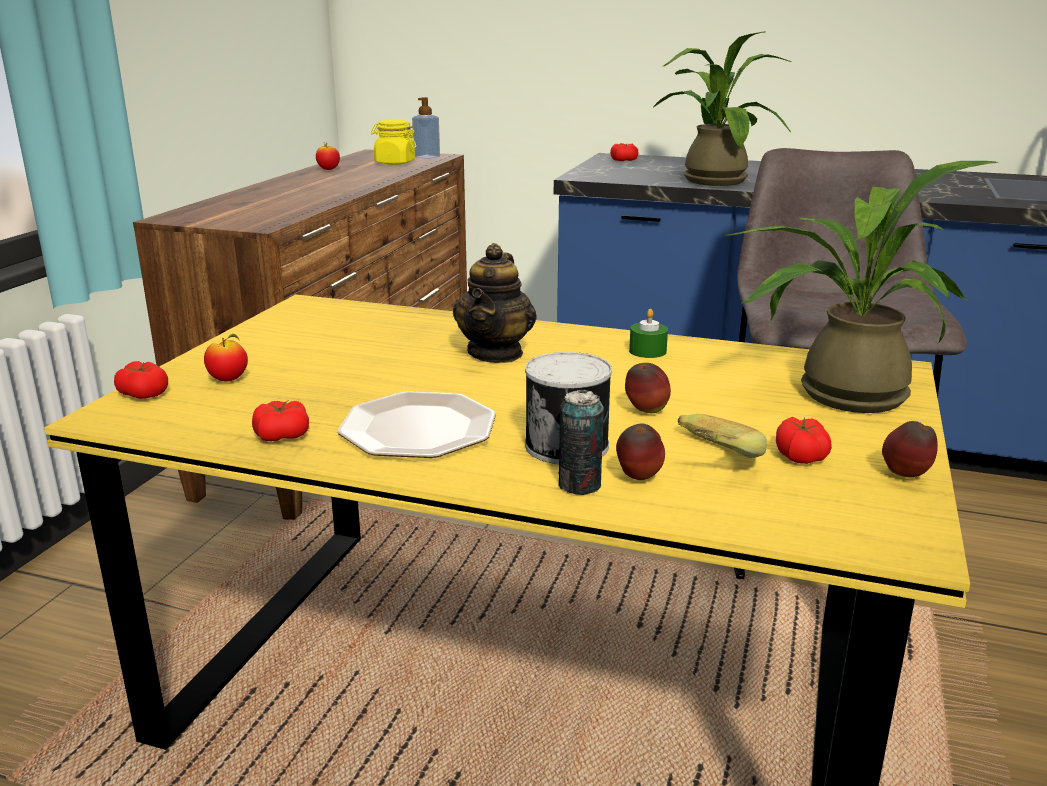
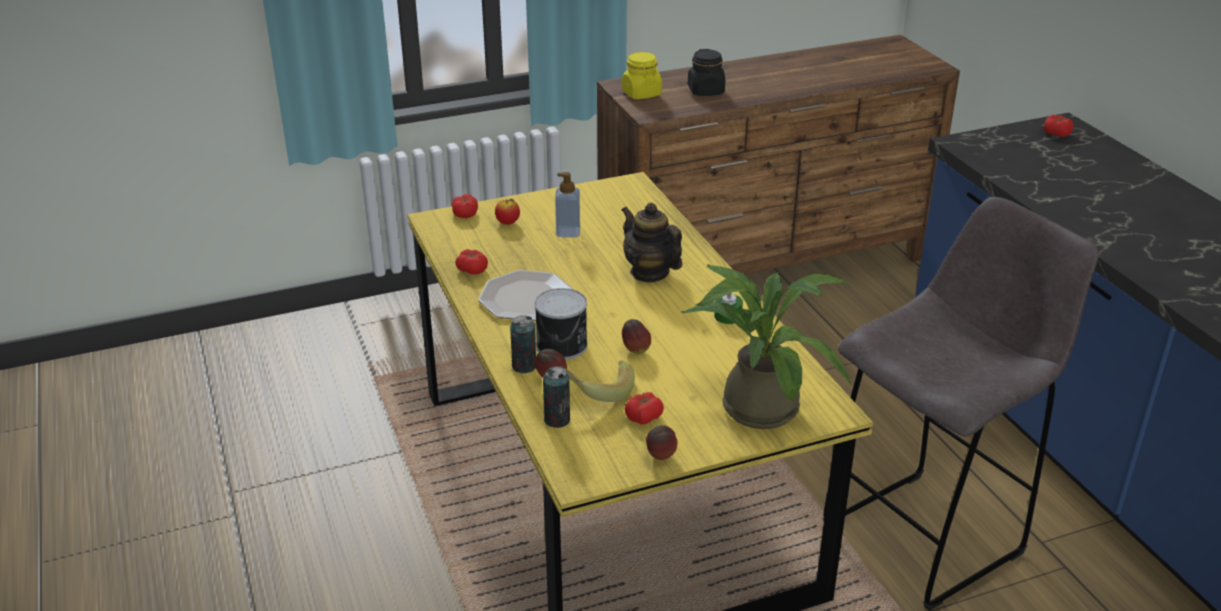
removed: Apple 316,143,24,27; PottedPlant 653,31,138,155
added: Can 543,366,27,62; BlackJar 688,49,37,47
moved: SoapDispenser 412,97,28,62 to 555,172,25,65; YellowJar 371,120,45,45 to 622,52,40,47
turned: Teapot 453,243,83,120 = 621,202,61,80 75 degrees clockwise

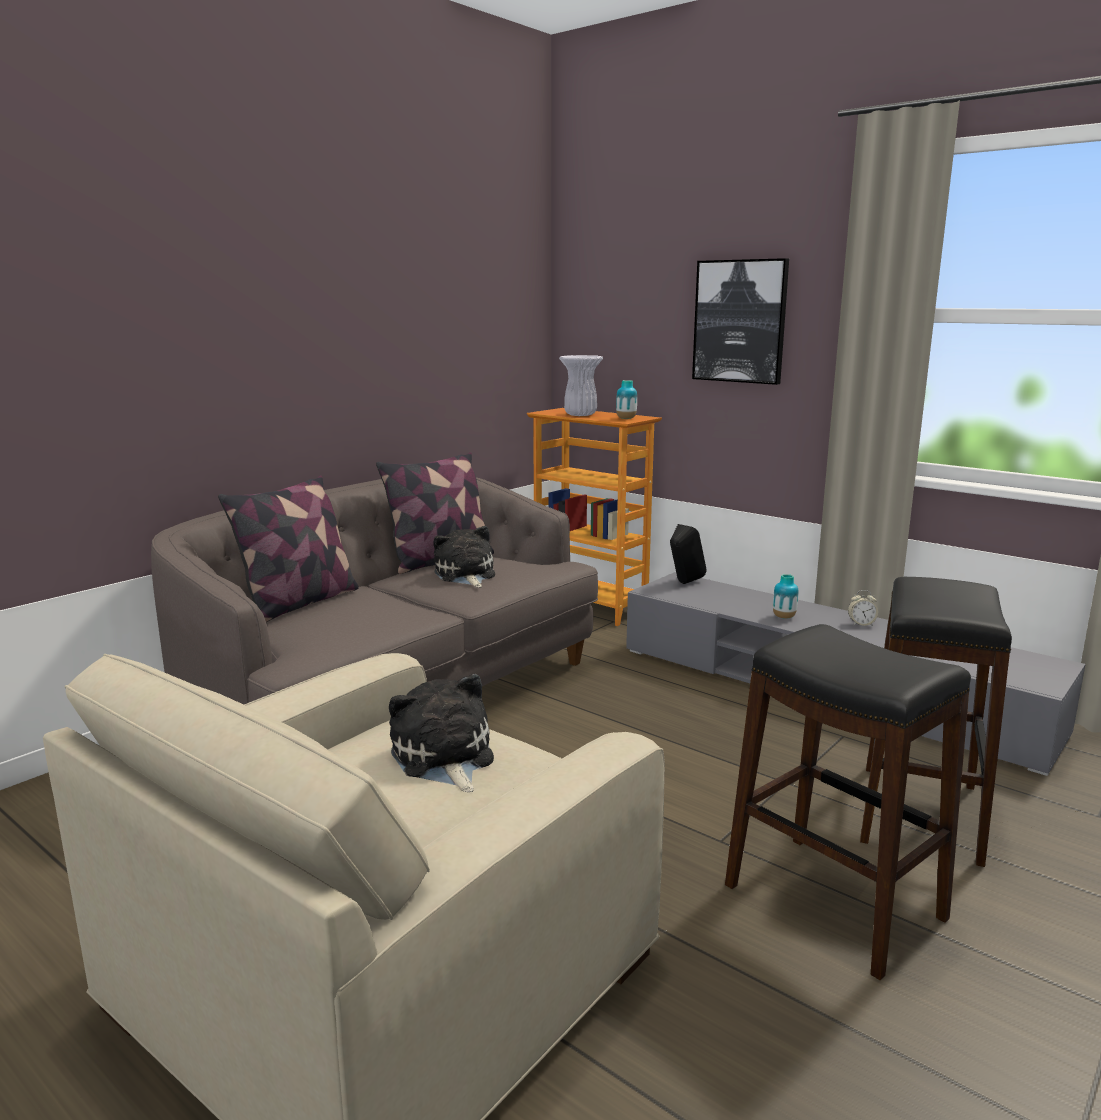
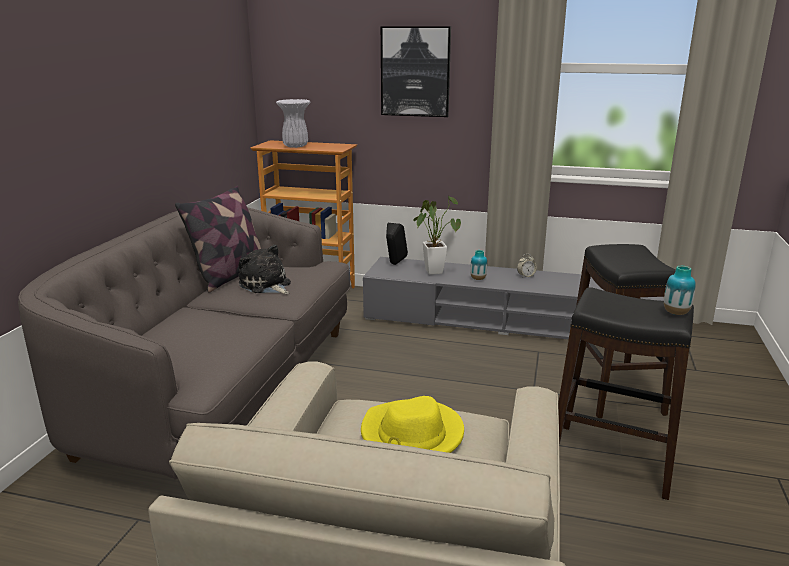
removed: Pillow 218,475,141,147
added: PottedPlant 413,196,48,79
moved: Vase 616,380,21,39 to 664,266,32,49
replaced: PlushToy 389,674,105,118 to YellowHat 361,396,103,57

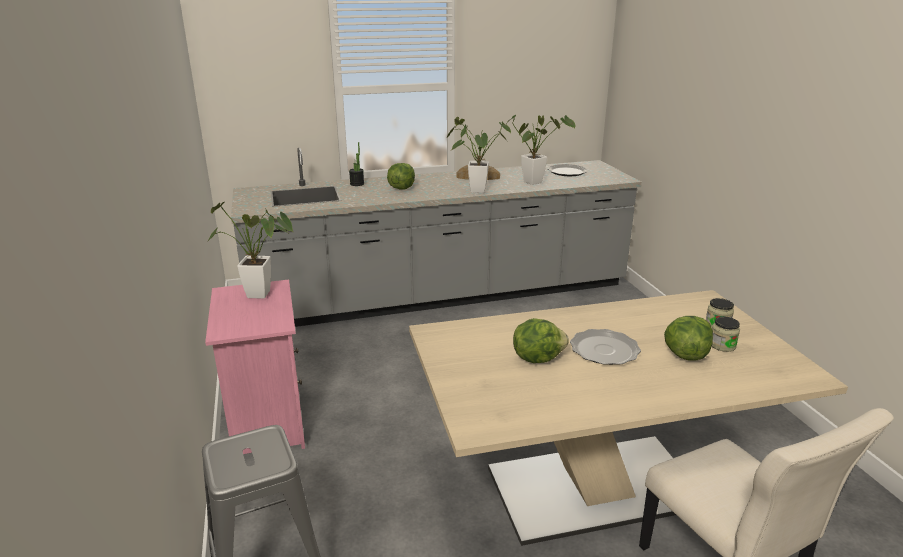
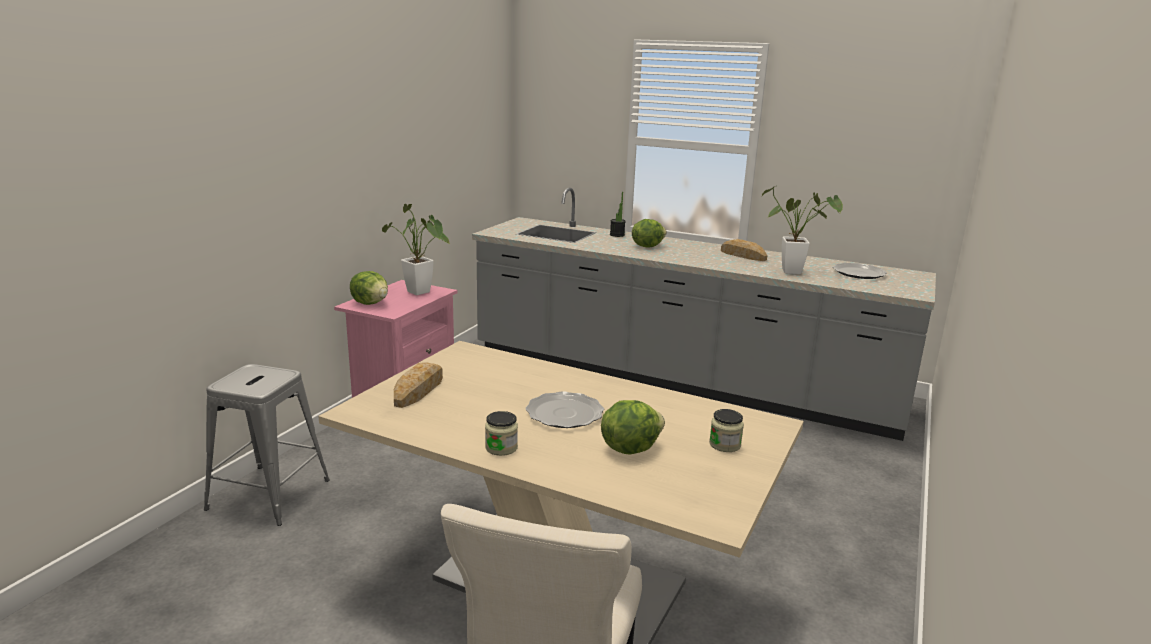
removed: PottedPlant 446,117,65,76
added: Bread 394,363,49,45
moved: Lettuce 513,318,56,45 to 350,271,38,34; Jar 712,316,28,36 to 485,411,33,45

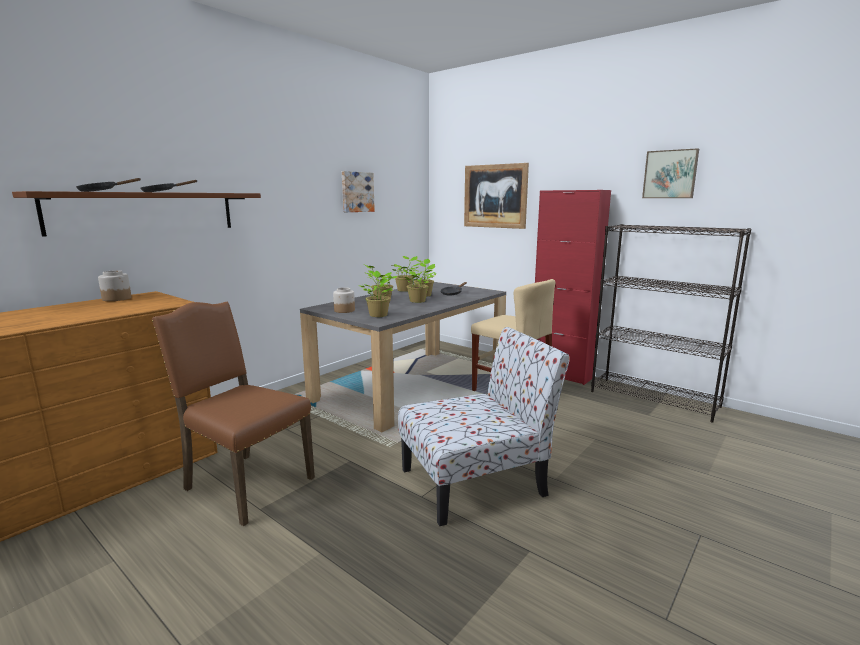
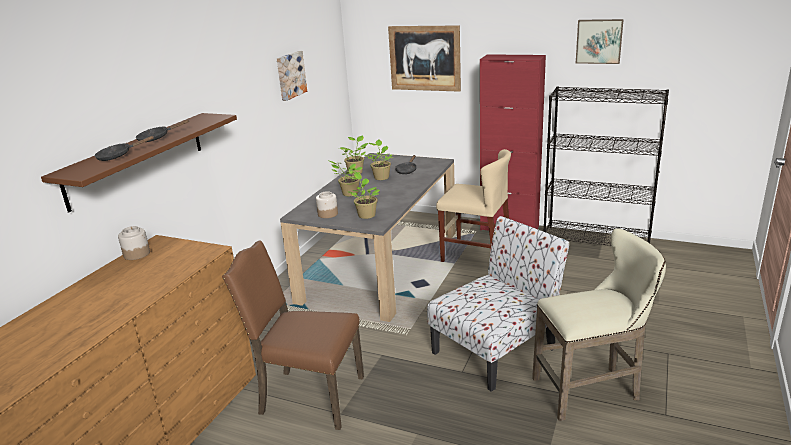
removed: PottedPlant 405,263,30,40
added: BeigeStool 532,228,134,193

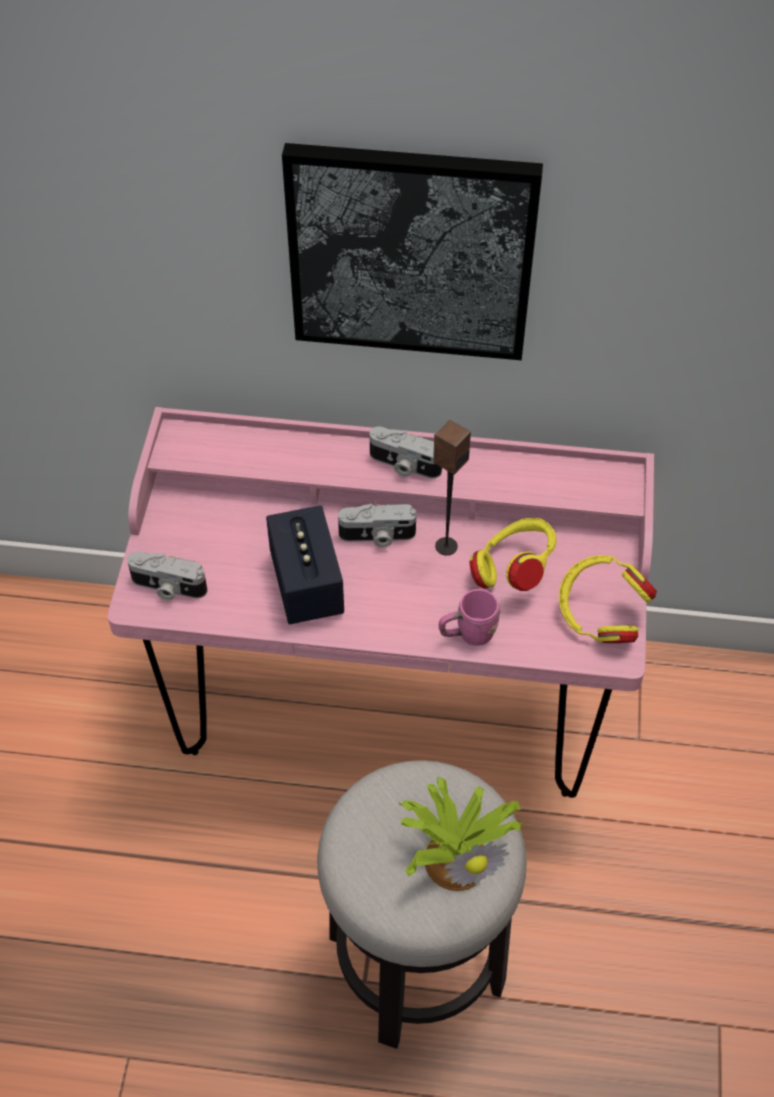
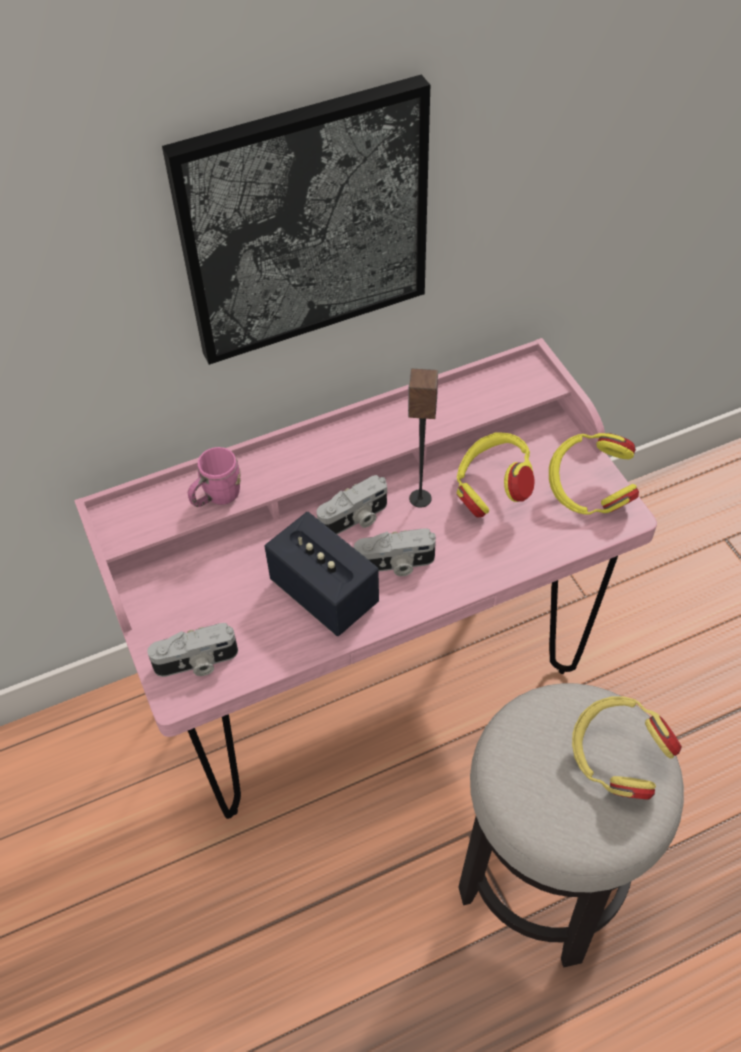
moved: PinkMug 439,589,61,57 to 188,447,53,60; PhotoCamera 369,427,73,51 to 354,528,82,48
replaced: PottedPlant 399,776,126,115 to YellowHeadphones 572,696,110,104

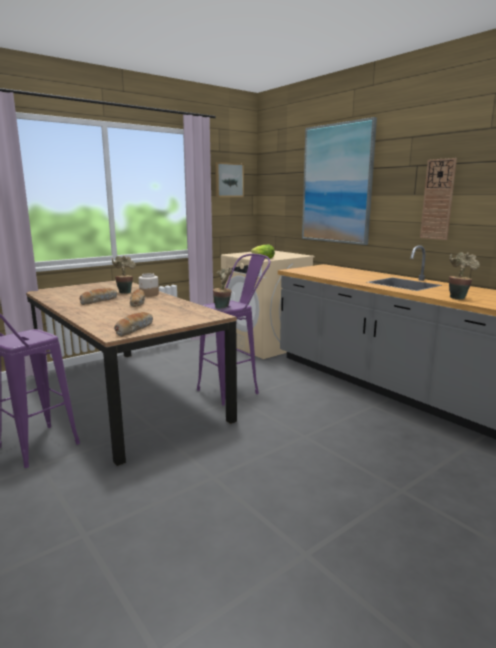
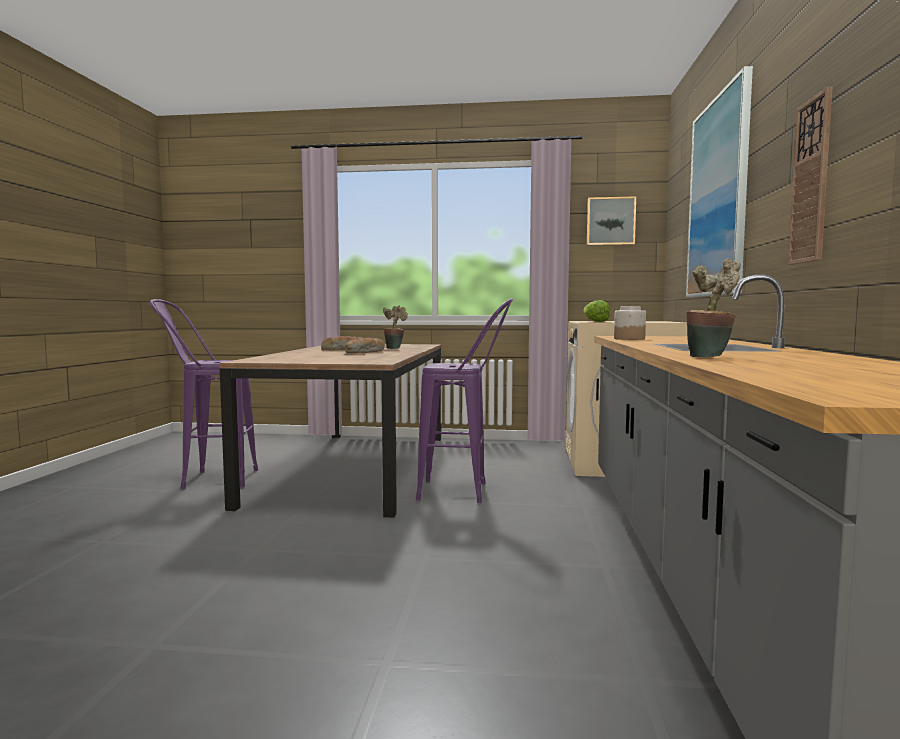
removed: Bread 114,312,39,25; PottedPlant 213,268,19,41
moved: Jar 139,273,20,24 to 614,306,32,34

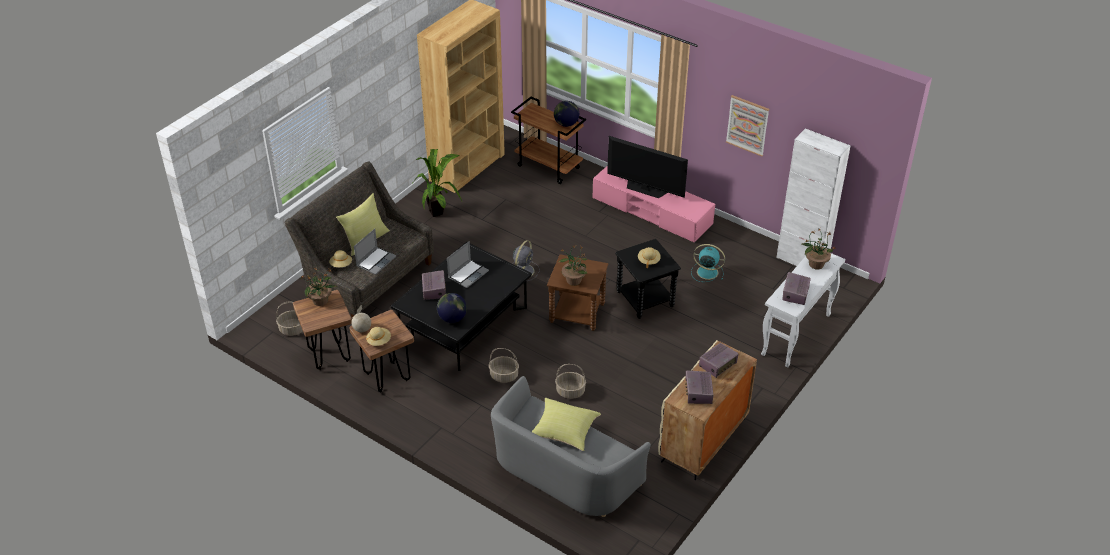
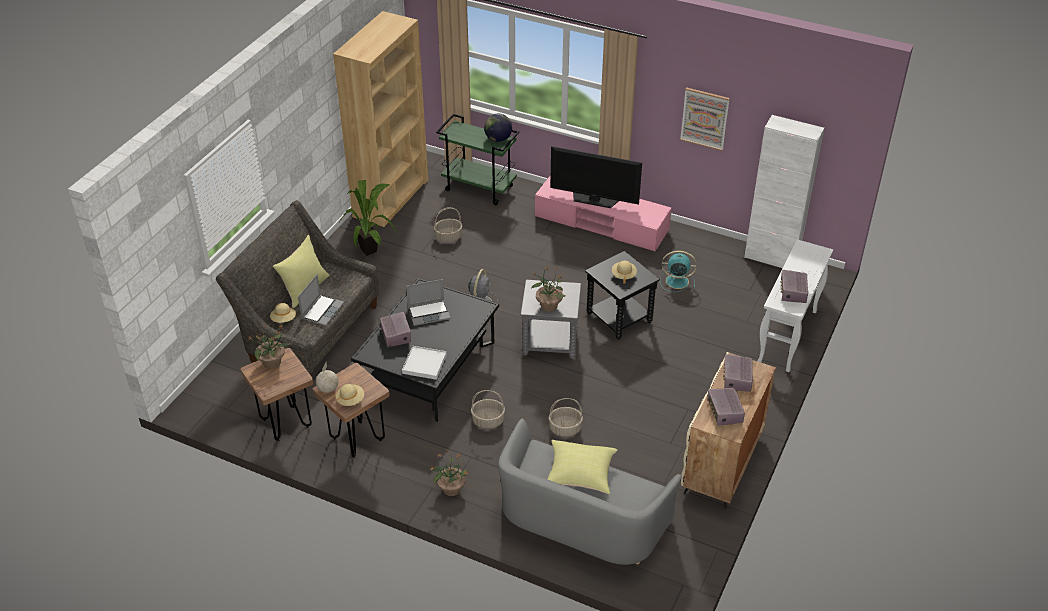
moved: PottedPlant 802,228,34,42 to 430,450,39,46; Basket 276,301,27,35 to 434,207,28,36
replaced: Globe 437,293,30,30 to WhiteTray 402,346,45,34
recoloured: BrownCart 511,97,75,87 to GreenCart 436,114,83,91; BrownSideTable 547,254,61,77 to GreySideTable 521,280,60,79
turned: Laptop 447,241,42,47 = 406,279,45,47 45 degrees clockwise; Radio 699,343,40,35 = 723,354,30,38 150 degrees clockwise

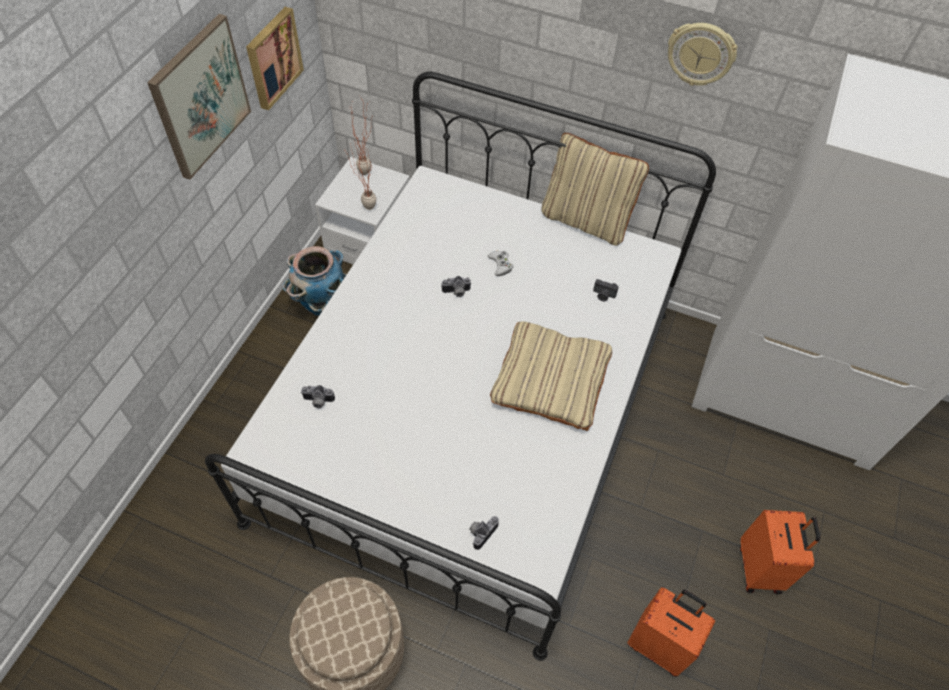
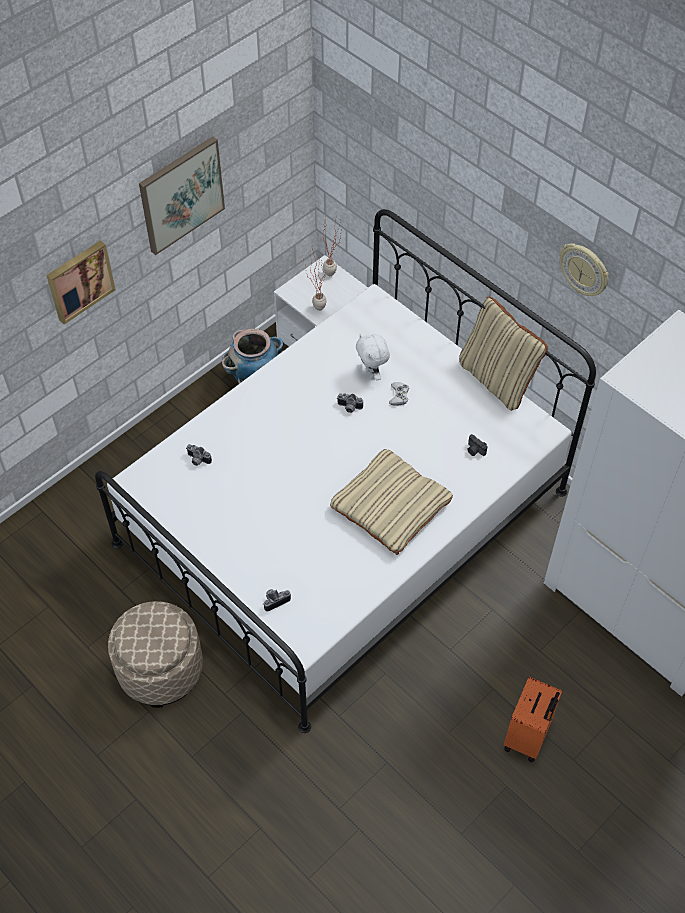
removed: OrangeSuitcase 627,587,88,90
added: WhitePlushToy 356,334,34,46
moved: Picture 246,7,58,103 to 46,240,70,84

